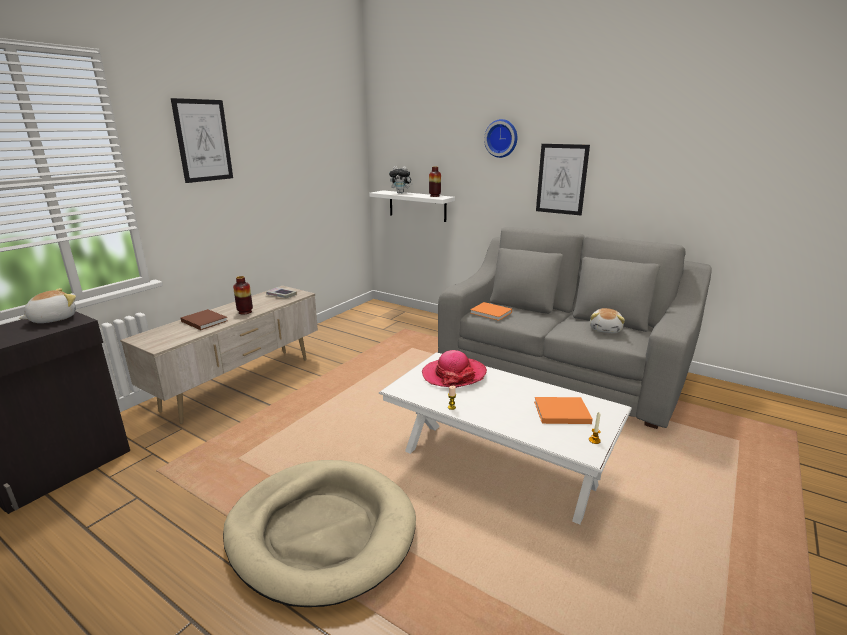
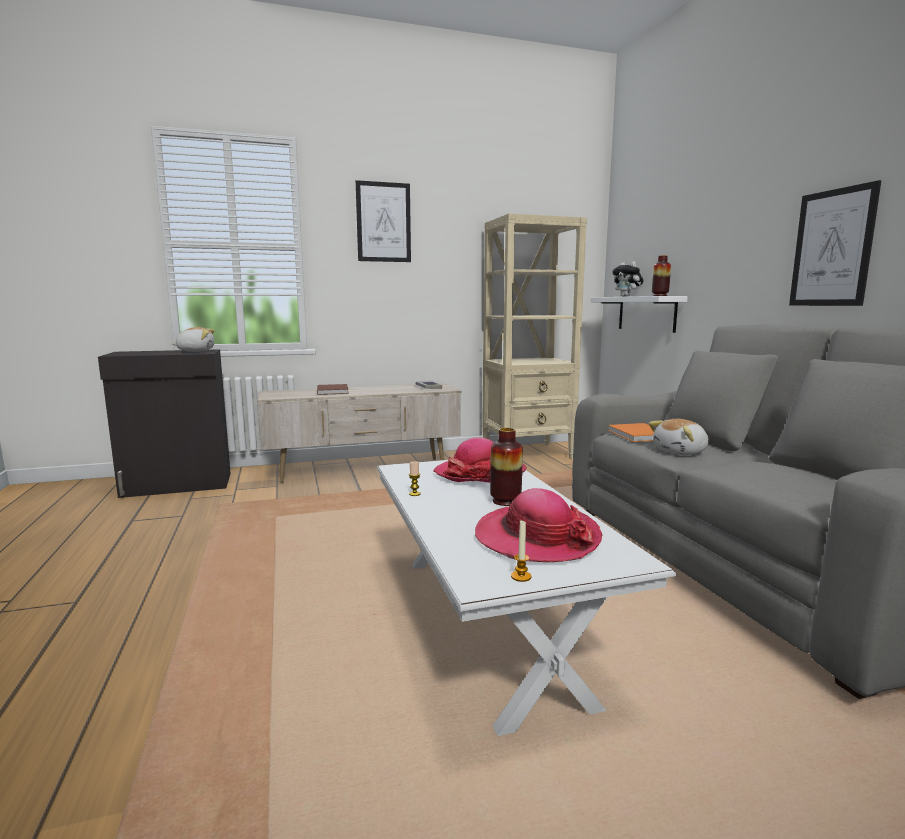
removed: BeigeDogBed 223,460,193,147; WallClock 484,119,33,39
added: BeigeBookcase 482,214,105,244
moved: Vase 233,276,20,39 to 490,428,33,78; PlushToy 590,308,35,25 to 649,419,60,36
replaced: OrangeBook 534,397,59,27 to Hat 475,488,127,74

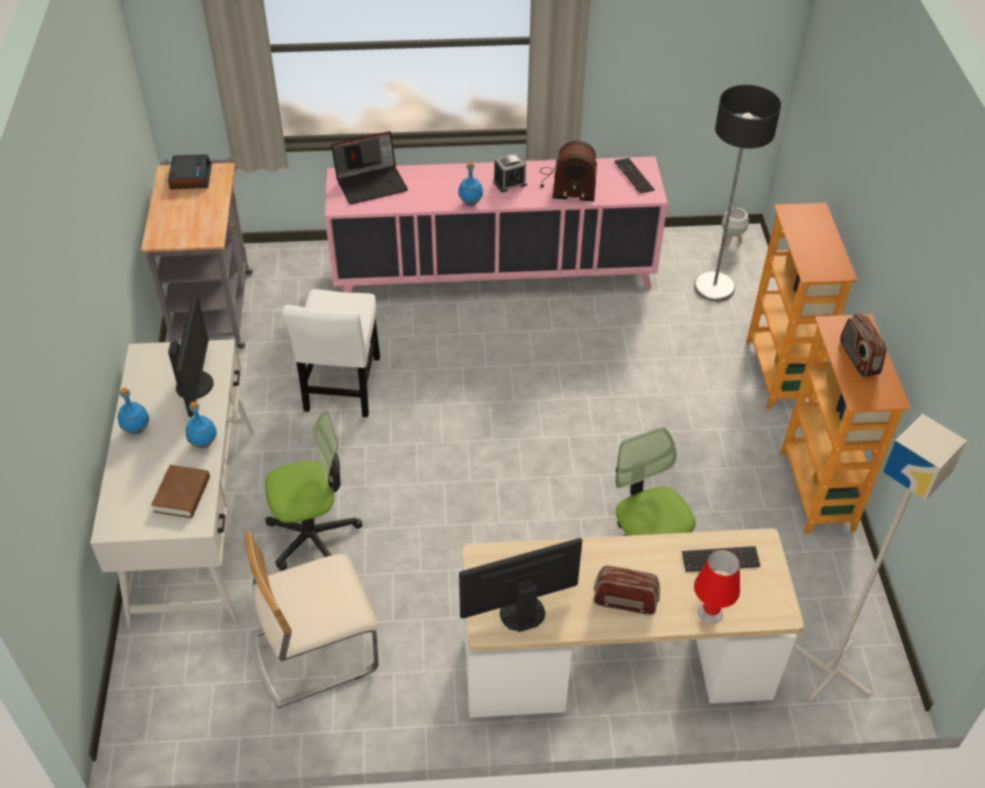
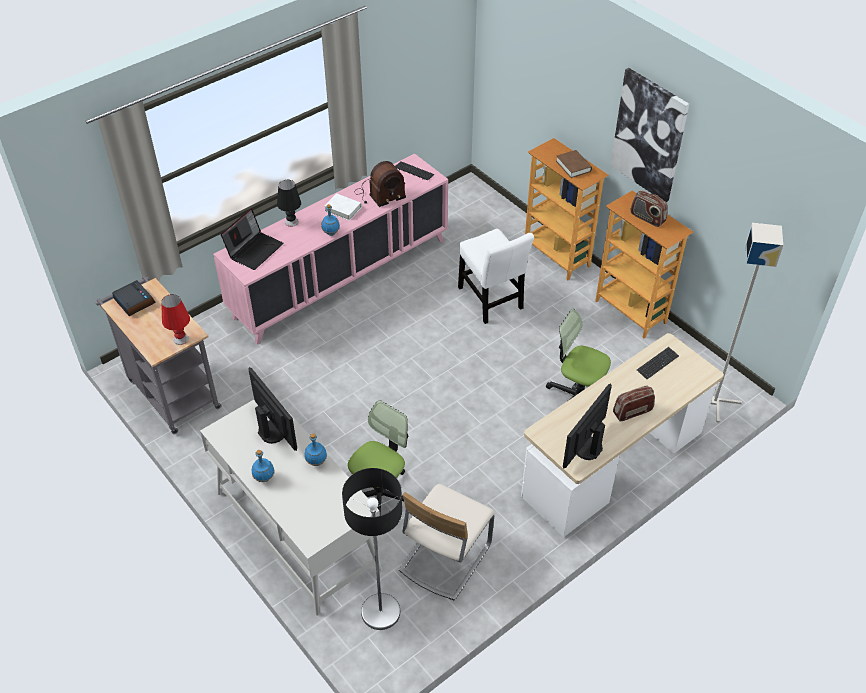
removed: WhitePlanter 722,208,27,40
added: BlackTableLamp 277,180,24,47; Picture 610,68,79,134
moved: RedTableLamp 694,550,46,74 to 161,294,29,51; FloorLamp 694,85,87,216 to 342,468,60,162; WhiteChair 282,289,98,128 to 458,229,76,95; BrownBook 151,465,59,53 to 556,150,36,28
replaced: AlarmClock 493,153,34,39 to WhiteBook 324,193,38,28

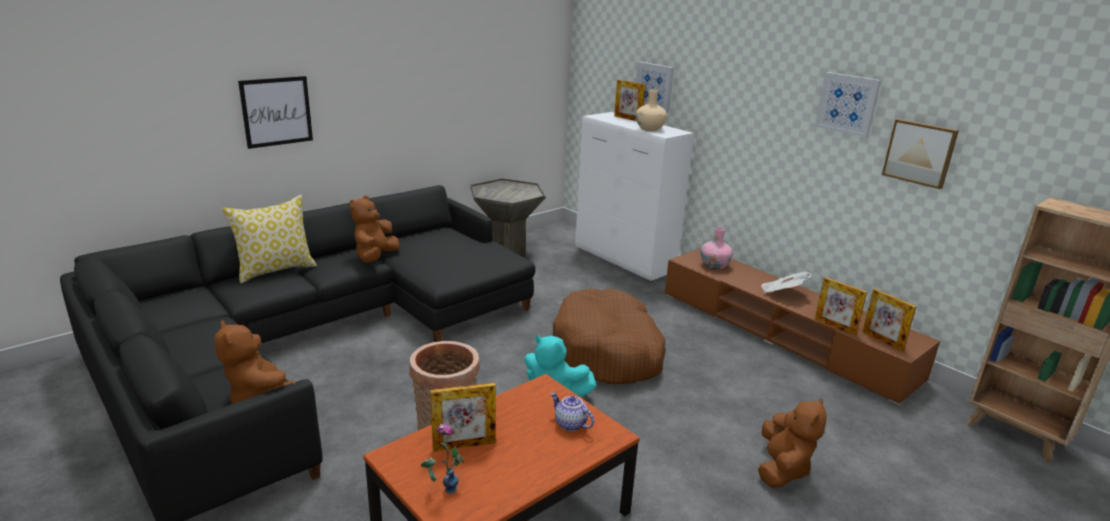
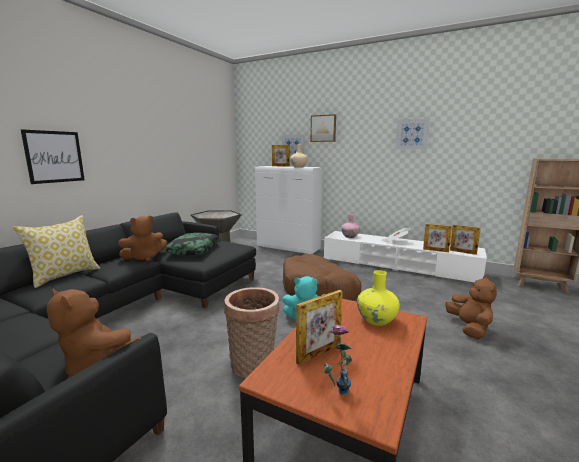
added: Pillow 165,233,55,23
moved: Picture 882,119,77,70 to 311,114,25,28
replaced: Teapot 551,392,43,39 to YellowVase 357,270,43,56
recoloured: BrownTvStand 665,248,275,157 to WhiteTvStand 324,231,163,51
turned: BrownPlushToy 350,196,49,66 = 118,216,49,45 120 degrees counterclockwise

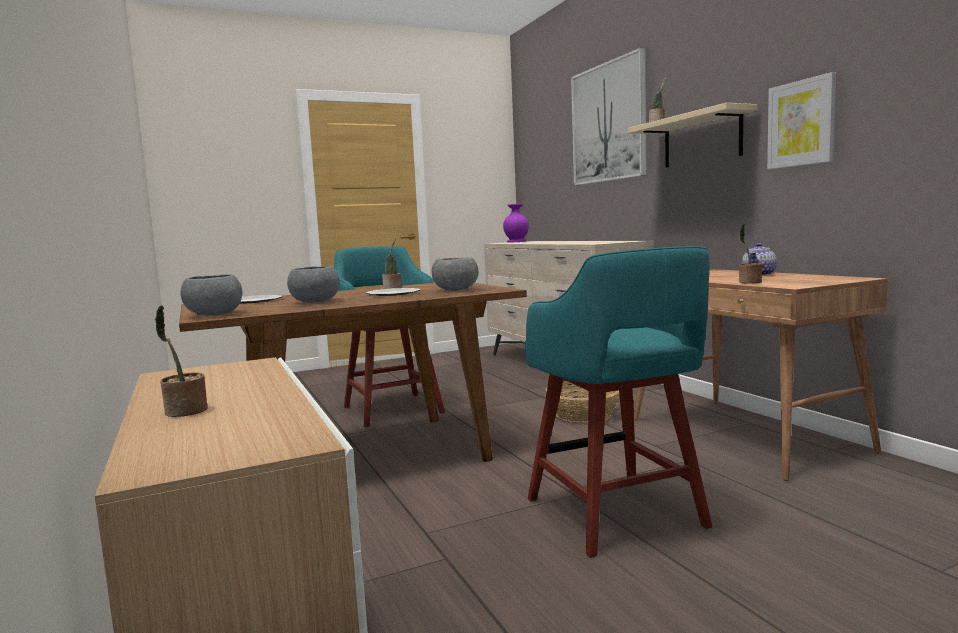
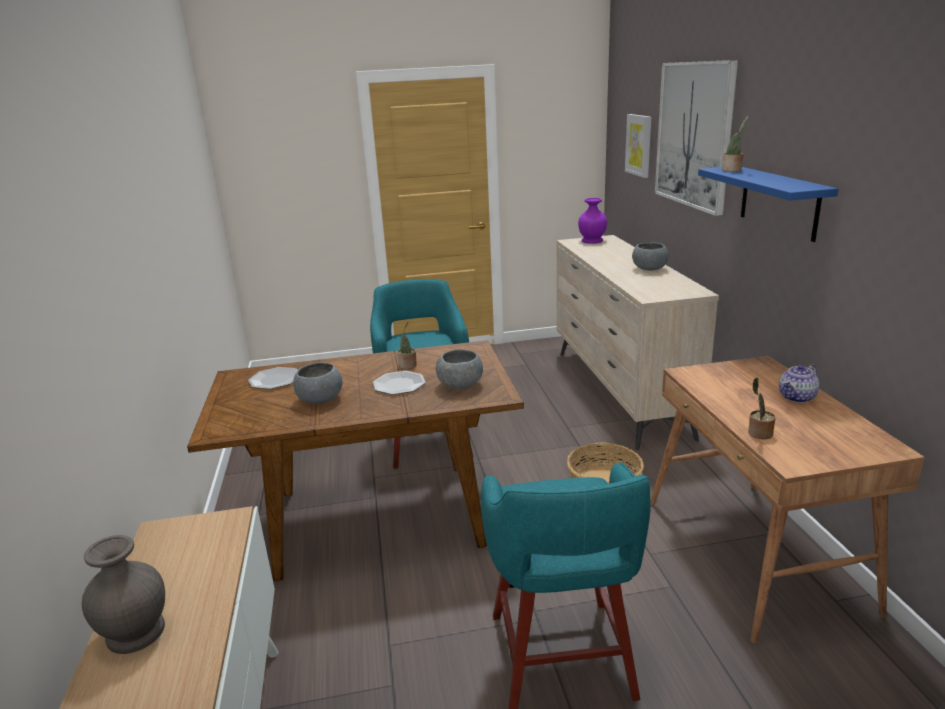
moved: Picture 767,72,69,97 to 625,114,26,64; GreyBowl 180,274,63,42 to 632,243,37,28
replaced: PottedPlant 155,305,53,112 to GreyVase 82,535,83,119
recoloured: BeigeShelf 628,103,130,65 to BlueShelf 698,167,140,75

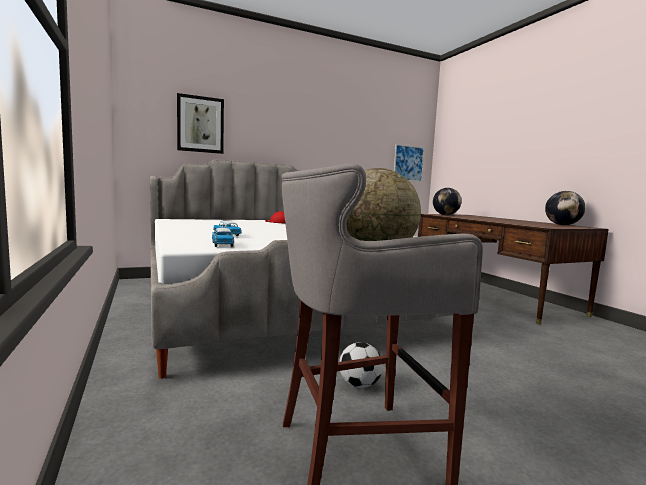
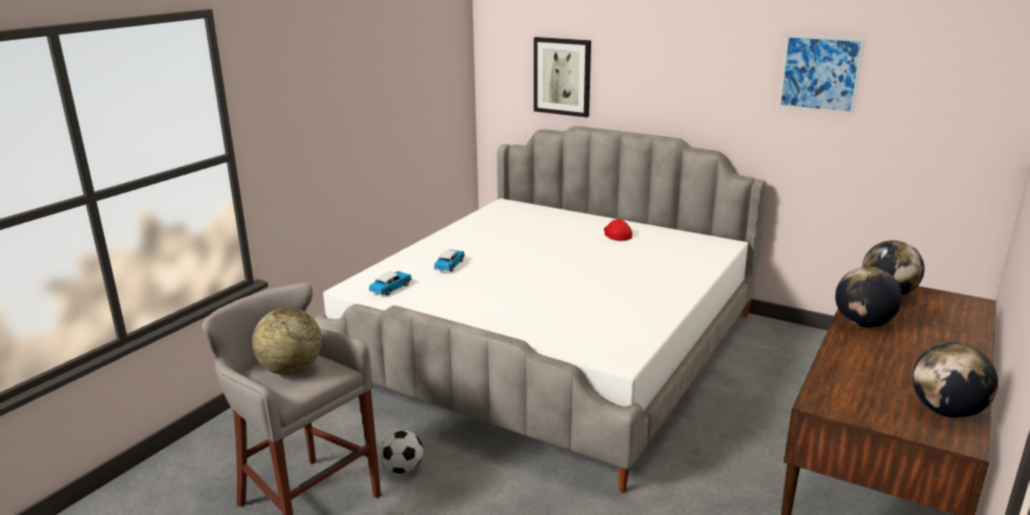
added: Globe 835,266,67,61
moved: Picture 394,144,31,38 to 778,35,87,79

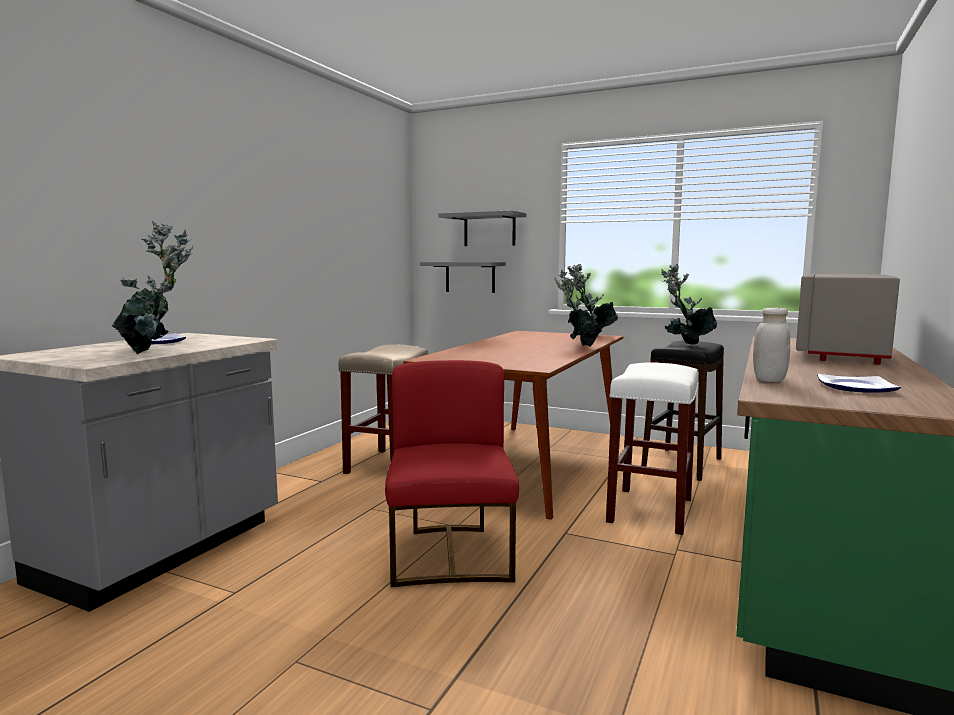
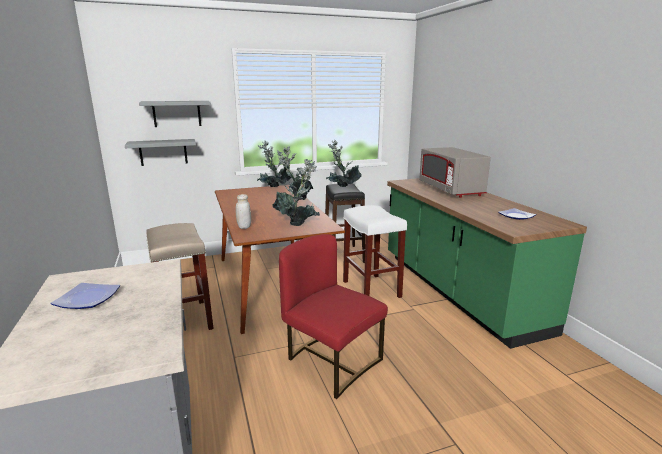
moved: WhiteJar 753,307,37,75 to 236,194,15,35; PottedPlant 112,221,81,133 to 272,159,48,67

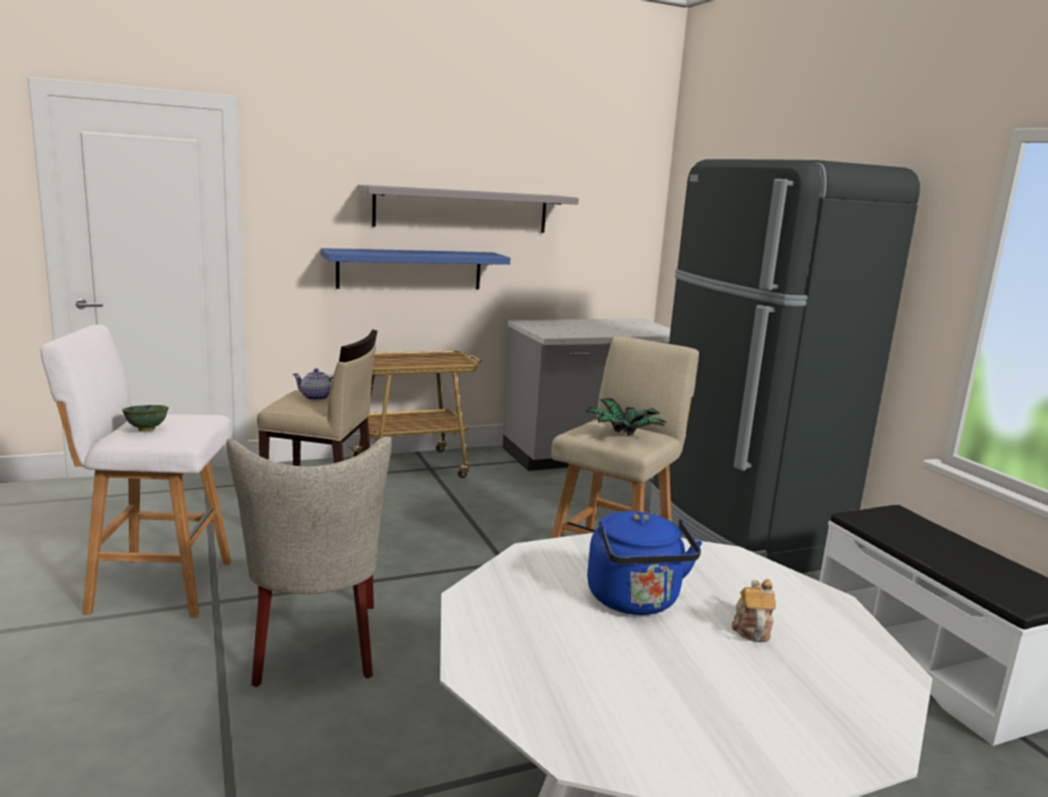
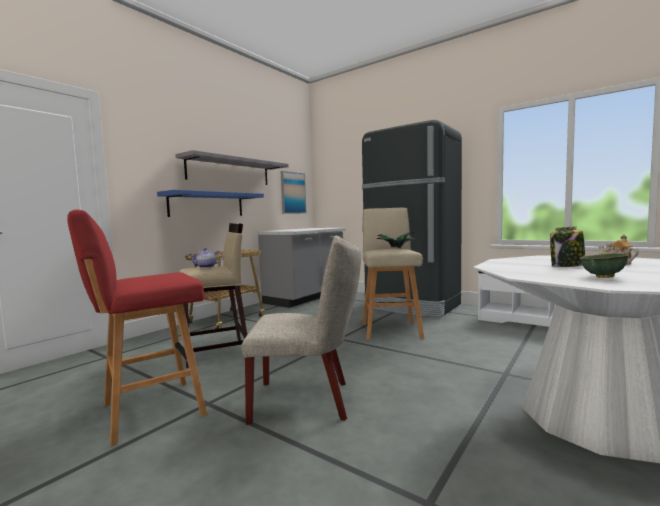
added: Picture 280,171,26,43
moved: GreenBowl 122,405,47,26 to 579,254,50,24
replaced: BlueKettle 587,511,115,104 to Jar 550,226,35,41
recoloured: WhiteStool 40,325,192,292 to RedStool 67,209,140,237
turned: BeigeChair 226,436,166,251 = 241,236,120,189 45 degrees counterclockwise

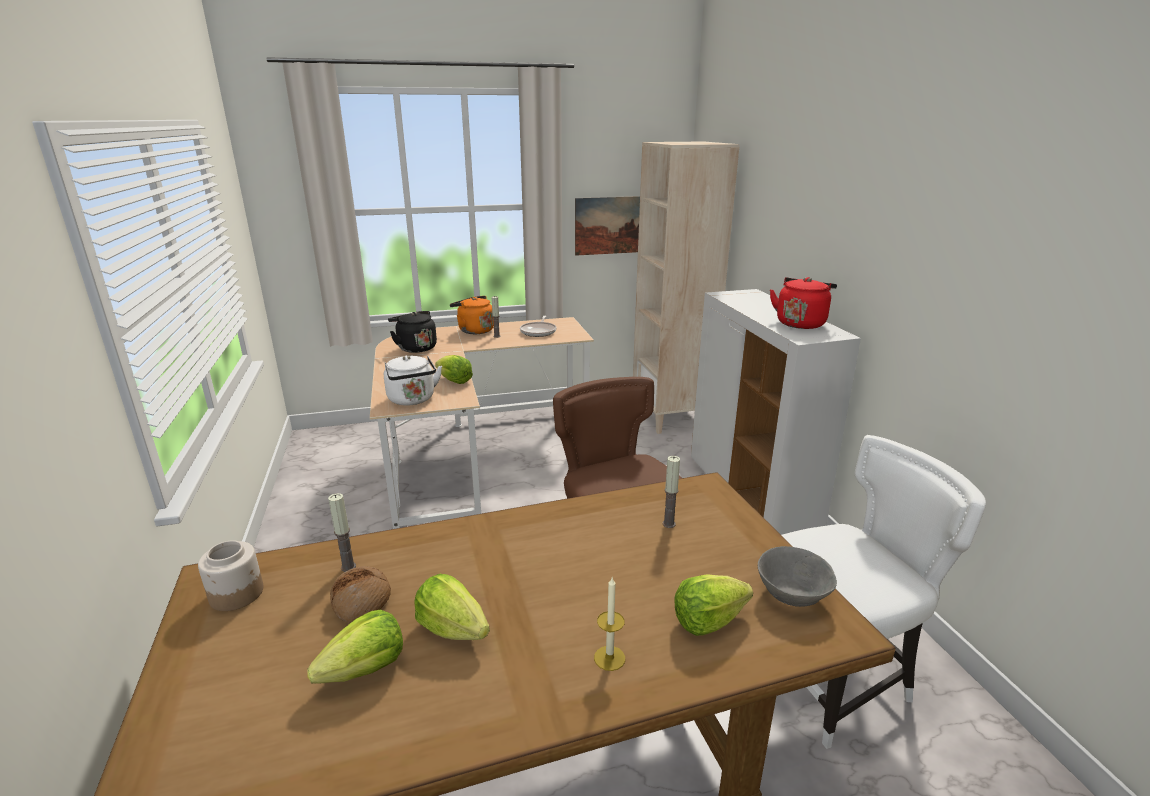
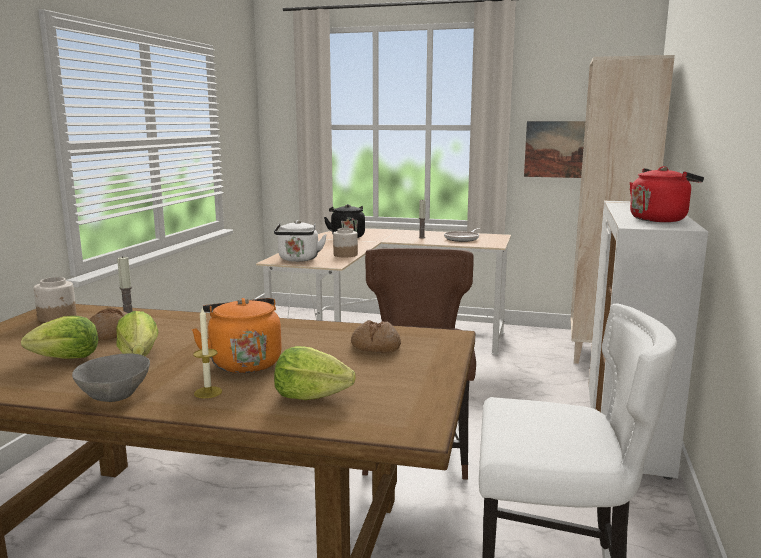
moved: GreyBowl 758,546,79,61 to 72,353,78,49; OrangeKettle 450,296,44,38 to 191,298,91,75
replaced: Lettuce 435,355,38,29 to Jar 333,228,25,29; Candle 662,456,18,72 to Bread 351,320,50,33

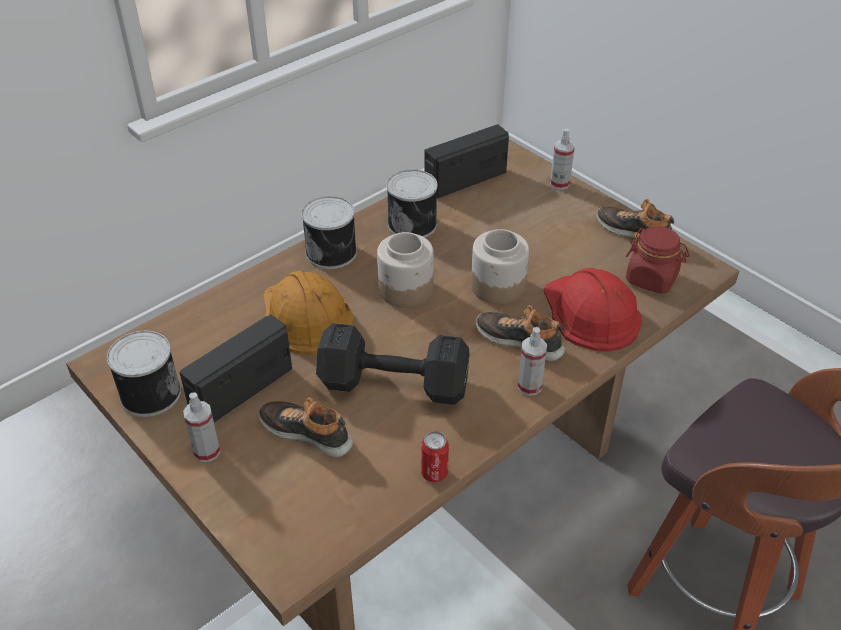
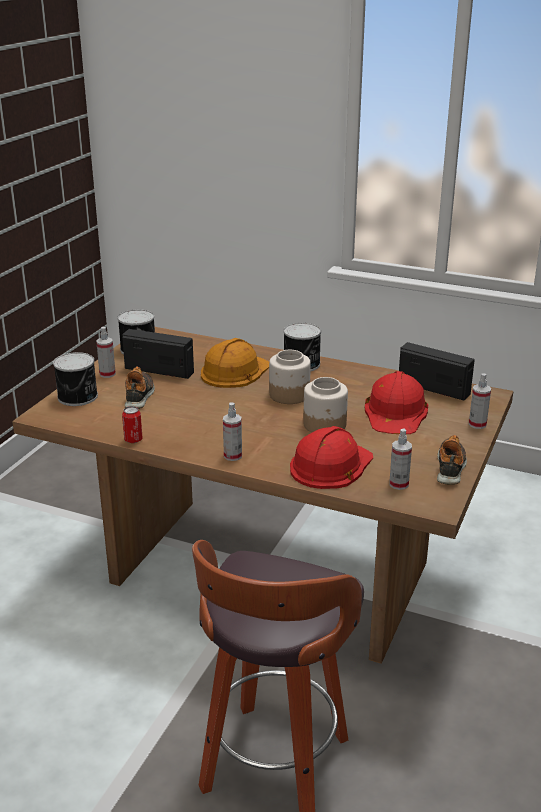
removed: BlackDumbbell 316,323,154,82; Shoe 476,305,89,56
added: RedHardHat 365,371,63,63
moved: Can 387,169,51,69 to 53,352,45,54
replaced: RedJar 626,226,64,68 to SprayBottle 389,428,23,62

